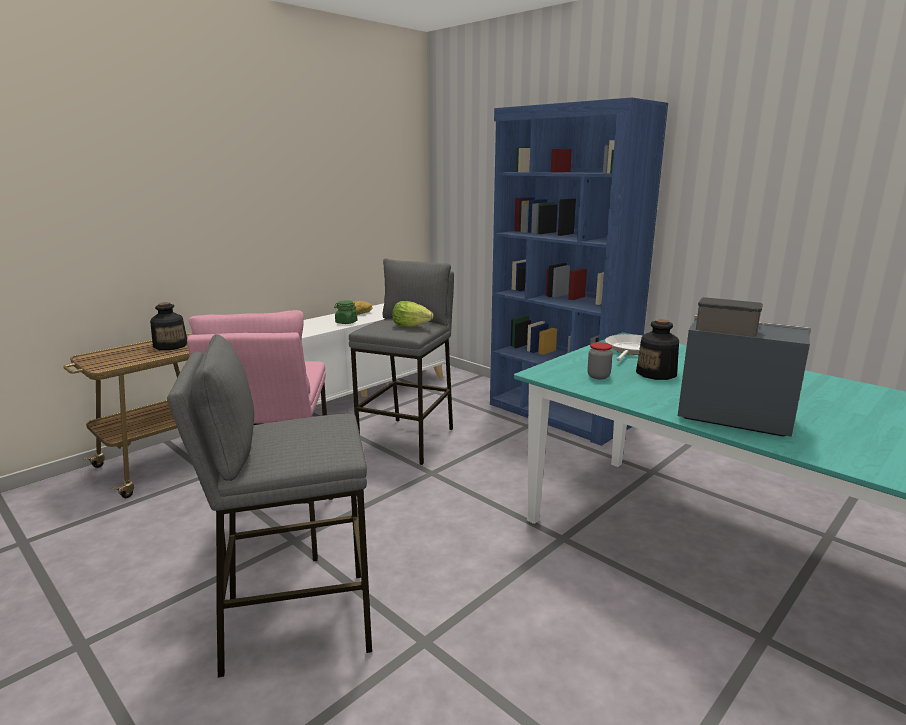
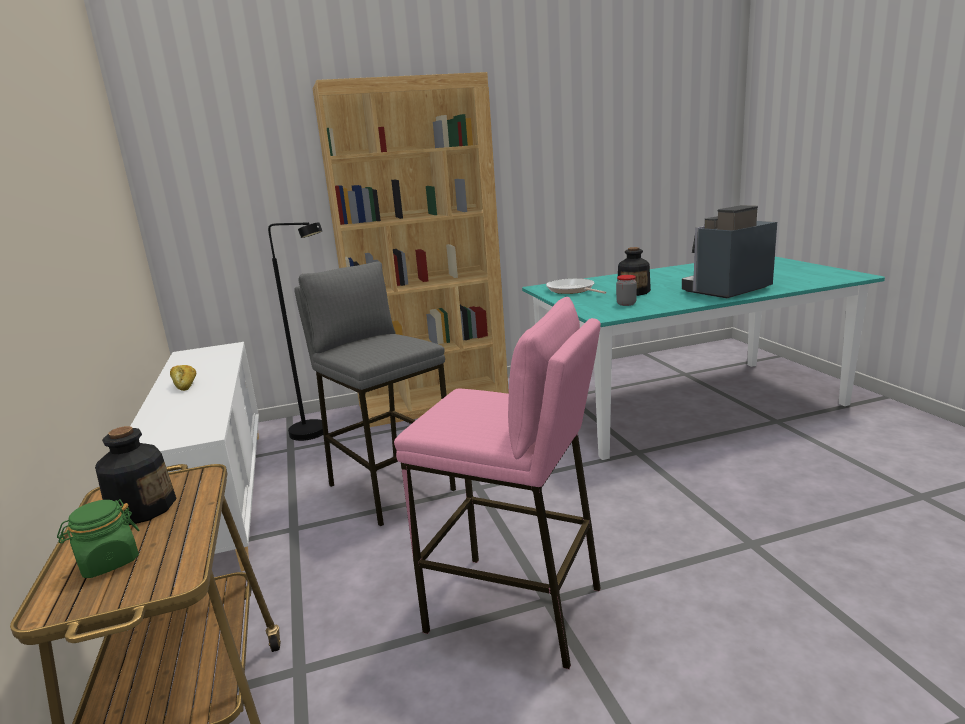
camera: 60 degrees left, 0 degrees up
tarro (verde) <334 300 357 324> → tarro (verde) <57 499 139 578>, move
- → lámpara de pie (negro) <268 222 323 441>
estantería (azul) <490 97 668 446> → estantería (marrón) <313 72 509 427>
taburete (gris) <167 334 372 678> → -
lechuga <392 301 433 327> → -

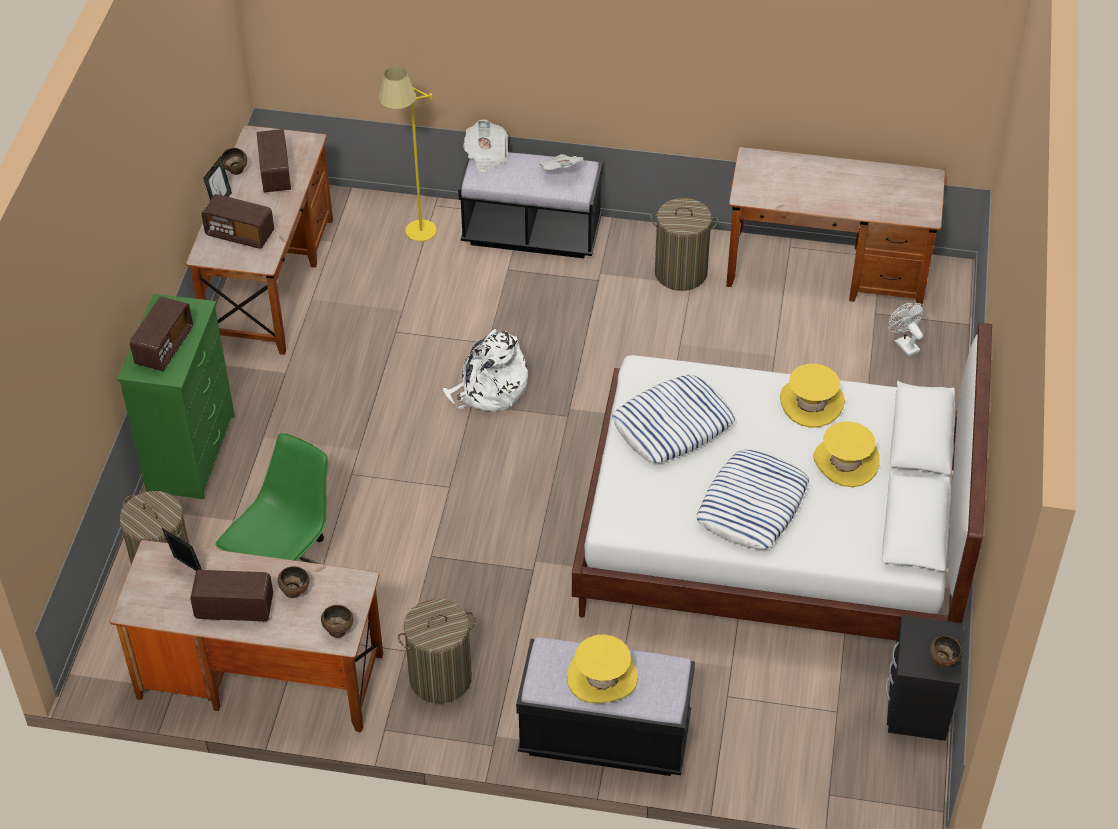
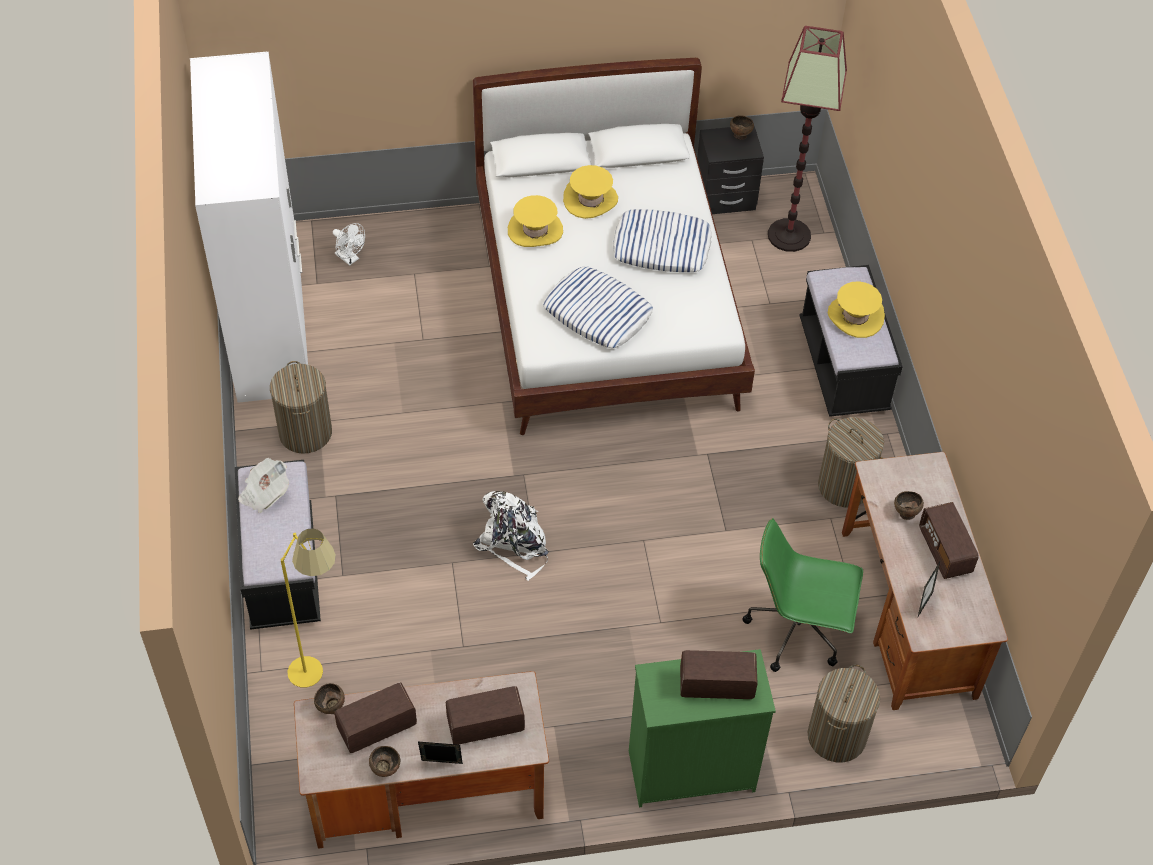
camera: 110 degrees left, 5 degrees up
escritorio <726 147 945 307> → armario ropero (blanco) <190 52 308 403>
cuenco (marrón) <321 605 353 638> → cuenco (marrón) <314 683 345 714>, move
ventilador (blanco) <888 303 924 356> → ventilador (blanco) <333 223 365 266>, 90 degrees counterclockwise
radio <201 194 274 249> → radio <446 686 525 745>, 105 degrees counterclockwise
- → lámpara de pie <768 26 847 252>
periódico <463 119 508 172> → -

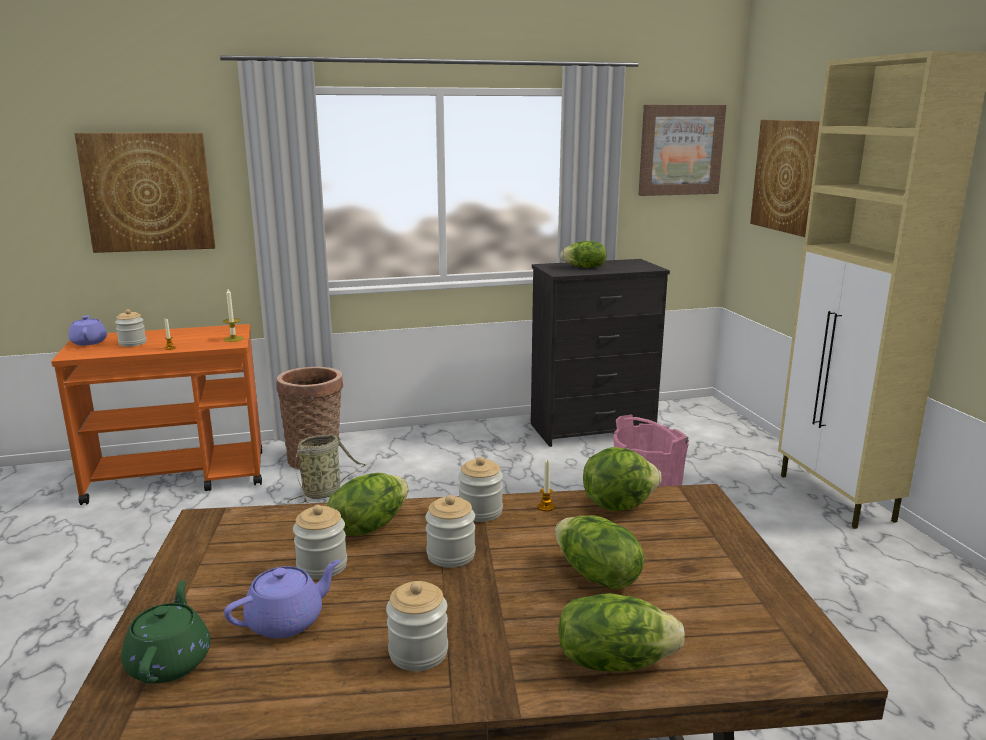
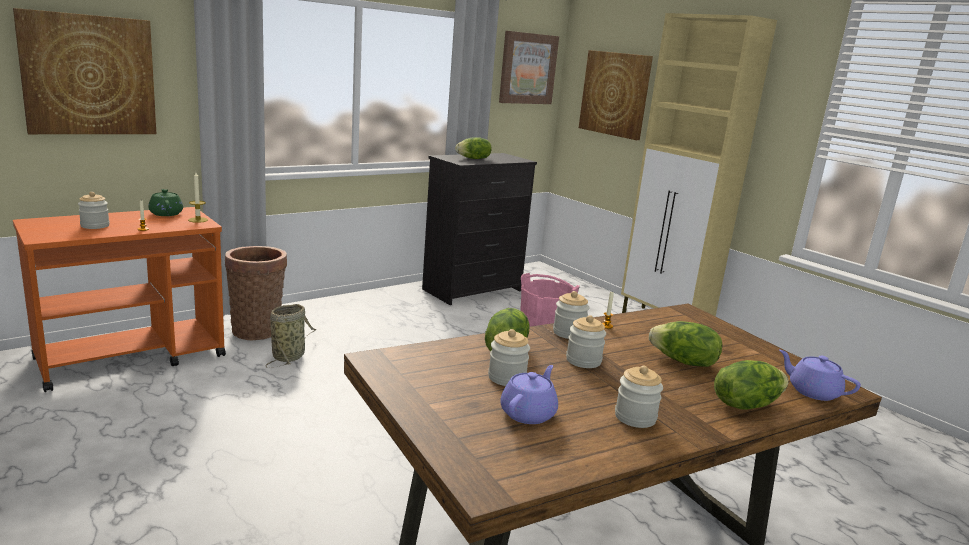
camera: 25 degrees left, 0 degrees up
tetera (verde) <121 580 210 684> → tetera (verde) <148 189 183 216>, move
tetera (morado) <68 315 107 345> → tetera (morado) <779 349 861 401>, move
lechuga <583 447 662 511> → -

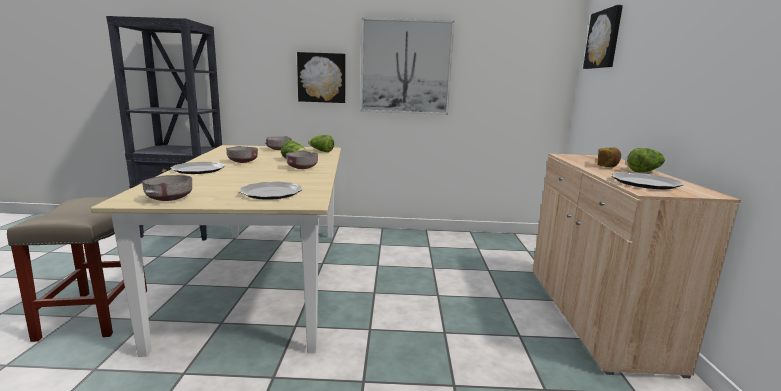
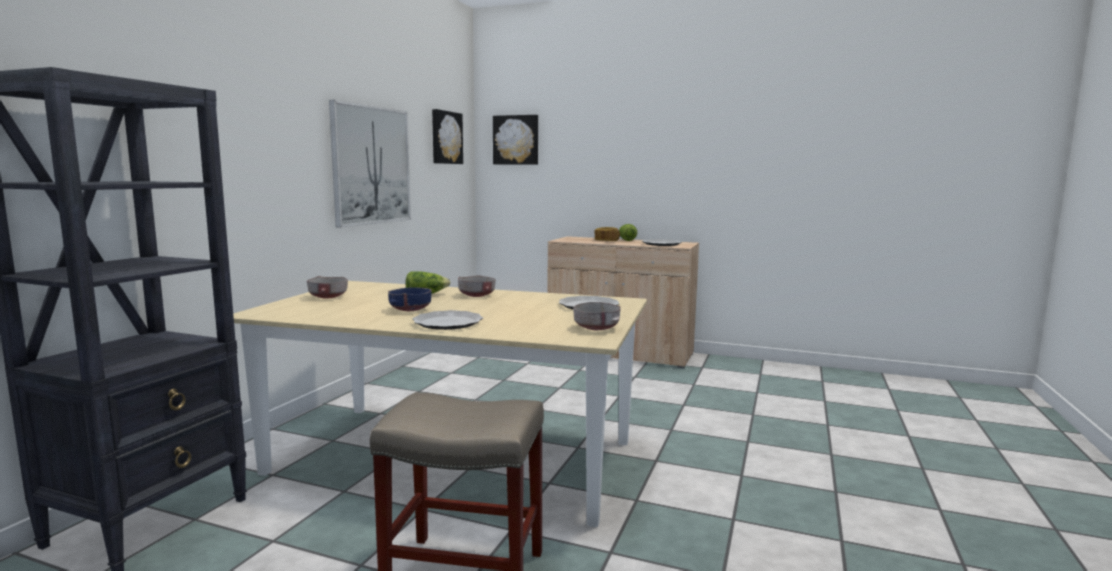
camera: 70 degrees left, 5 degrees down
cuenco (gris) <226 146 258 163> → cuenco (azul) <388 287 432 311>
cuadro <297 52 346 103> → cuadro <432 109 463 164>, move
lechuga <308 135 334 152> → -

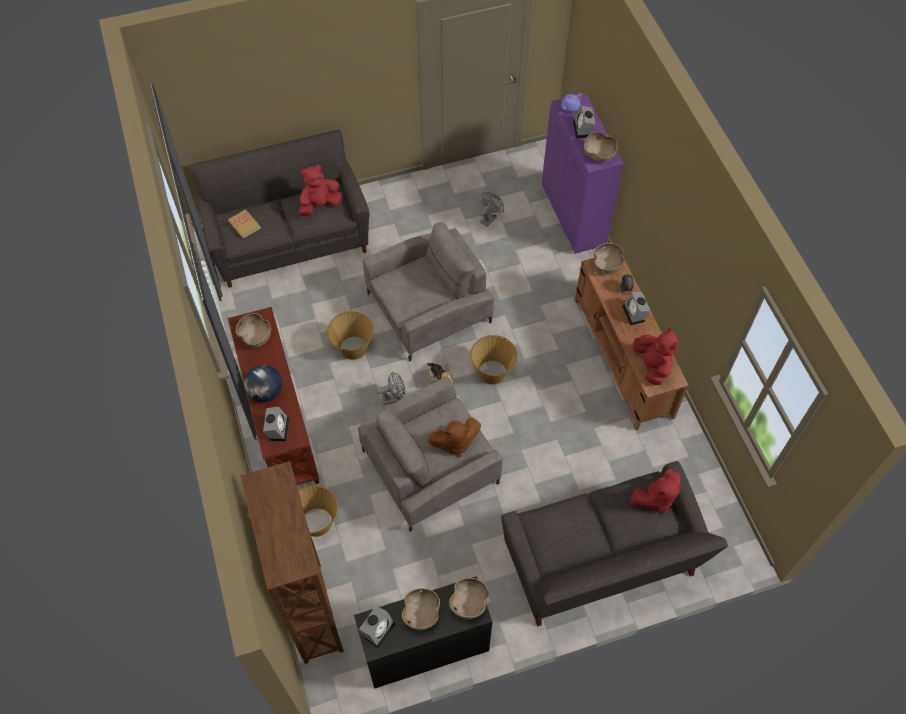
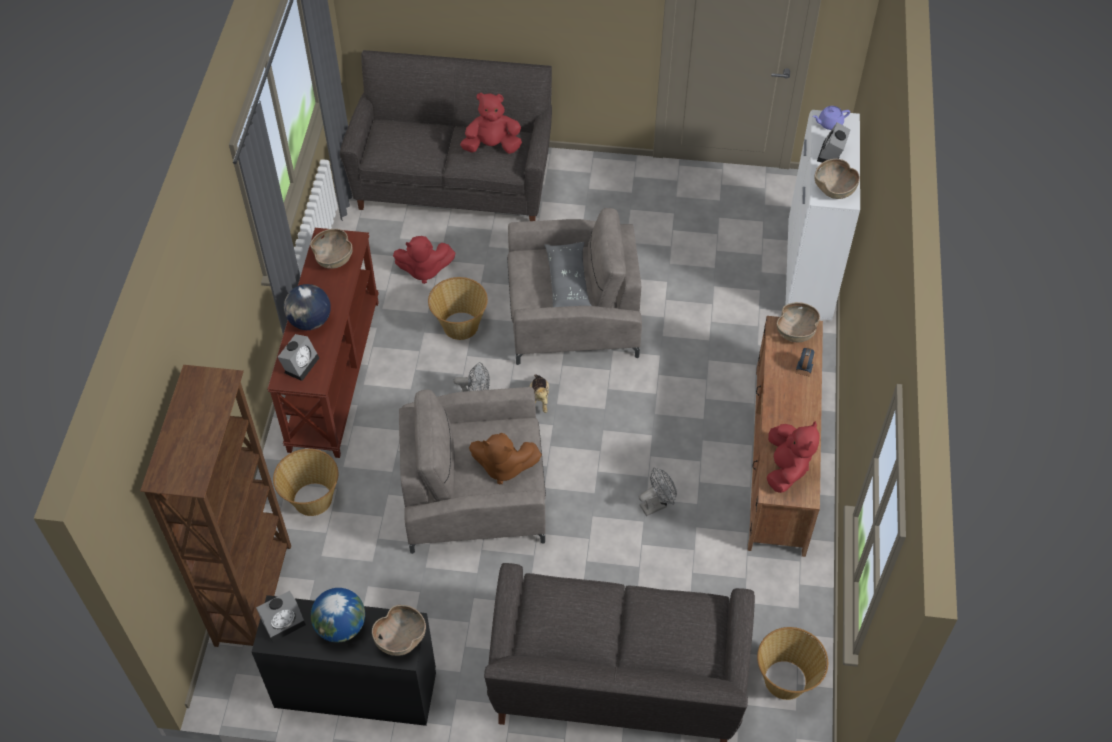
camera: 25 degrees right, 5 degrees down
cuenco (marrón) <402 588 440 630> → globo terráqueo <311 588 365 642>
peluche (rojo) <630 469 683 513> → peluche (rojo) <393 236 455 284>, move
- → cojín (gris) <544 242 592 307>
ventilador (gris) <480 192 504 227> → ventilador (gris) <639 468 677 516>, move
cesta <470 335 518 385> → cesta <757 627 828 700>, move
armario (morado) <542 93 624 254> → armario (blanco) <786 110 860 320>
libro <228 209 261 238> → -
despertador <622 292 650 325> → -

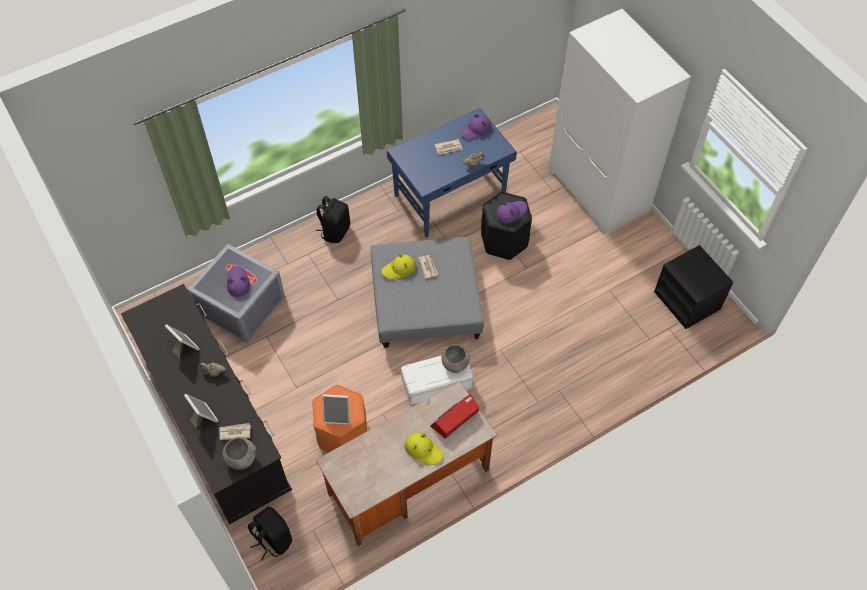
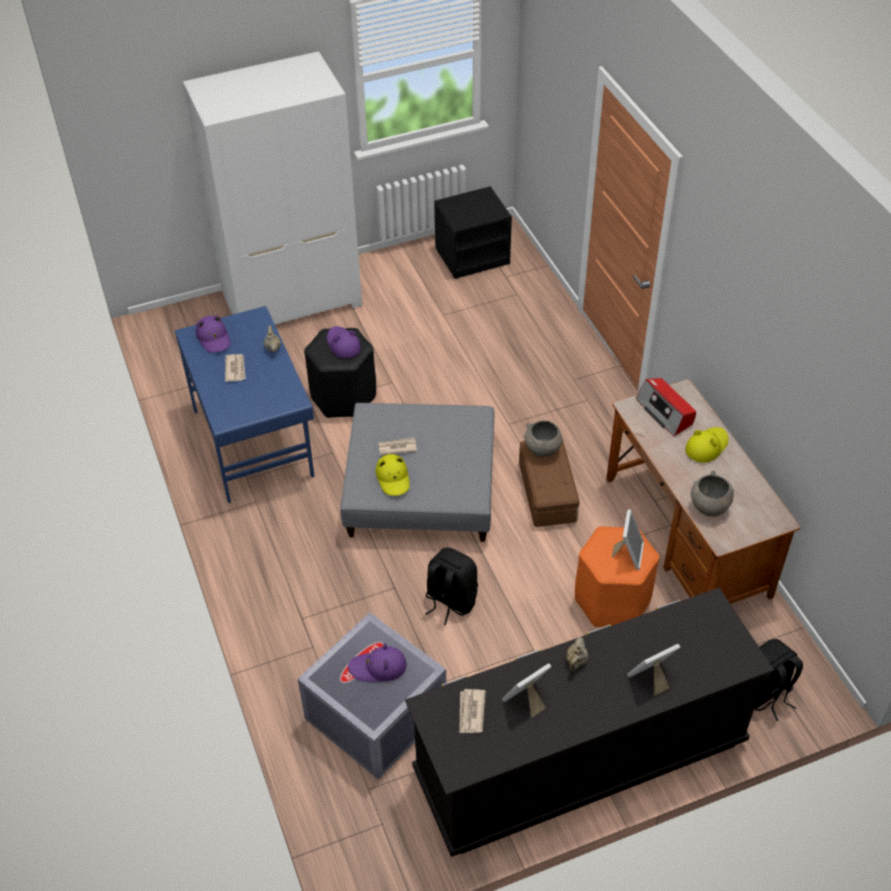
camera: 80 degrees left, 10 degrees down
mochila (negro) <316 196 350 243> → mochila (negro) <425 547 478 625>, move
periódico <220 423 251 440> → periódico <459 689 486 733>, move
caja de almacenaje (blanco) <401 355 473 405> → caja de almacenaje (marrón) <519 438 580 527>
cuenco (gris) <222 437 256 470> → cuenco (gris) <691 470 734 517>, move

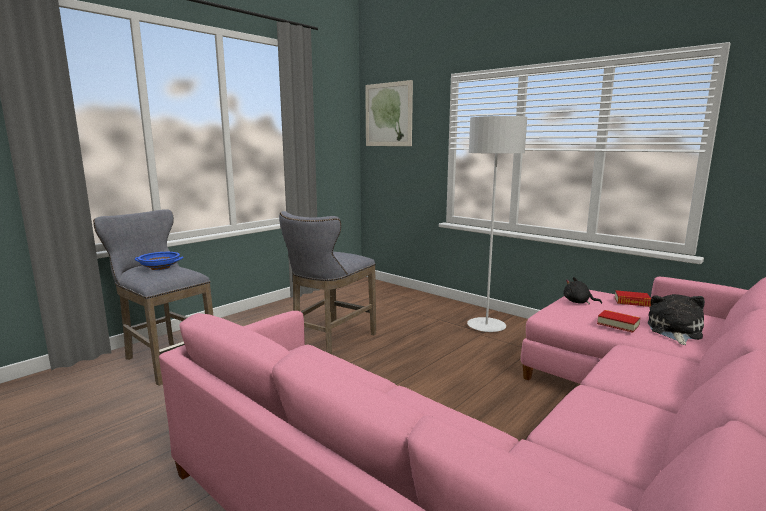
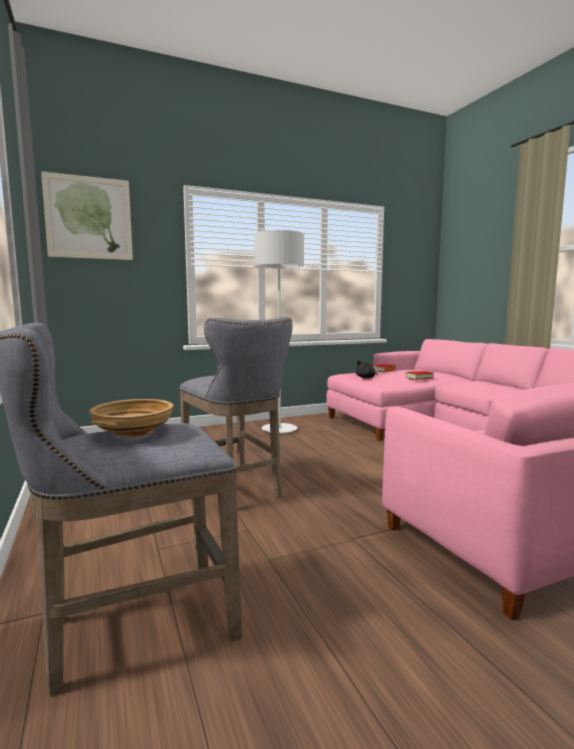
camera: 65 degrees left, 5 degrees down
cuenco (azul) <135 252 184 270> → cuenco (beis) <89 399 174 437>
peluche <648 294 705 345> → -

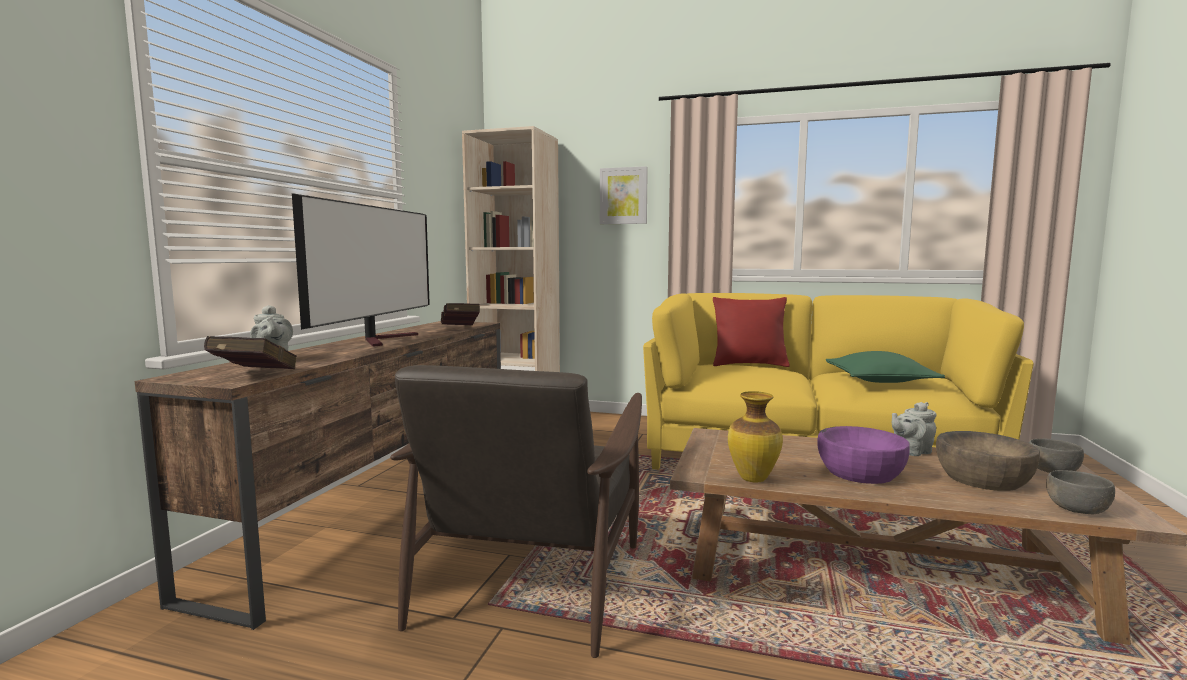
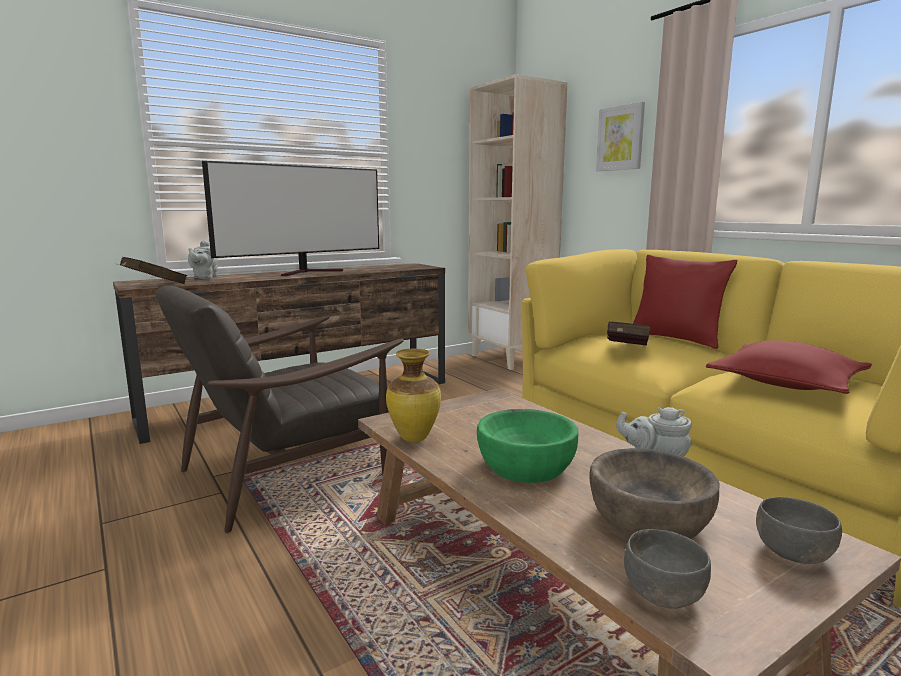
camera: 40 degrees right, 5 degrees up
cuenco (morado) <817 426 910 484> → cuenco (verde) <477 409 578 483>
libro (rojo) <441 303 480 325> → libro (rojo) <607 321 650 346>, move
cojín (verde) <826 351 945 383> → cojín (rojo) <706 340 872 394>

